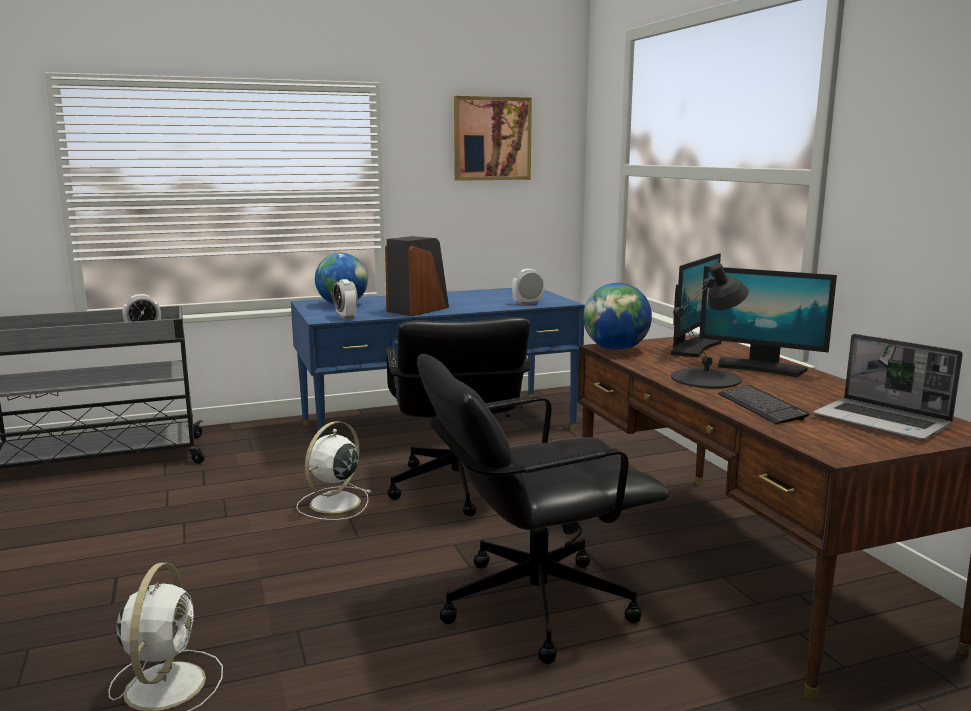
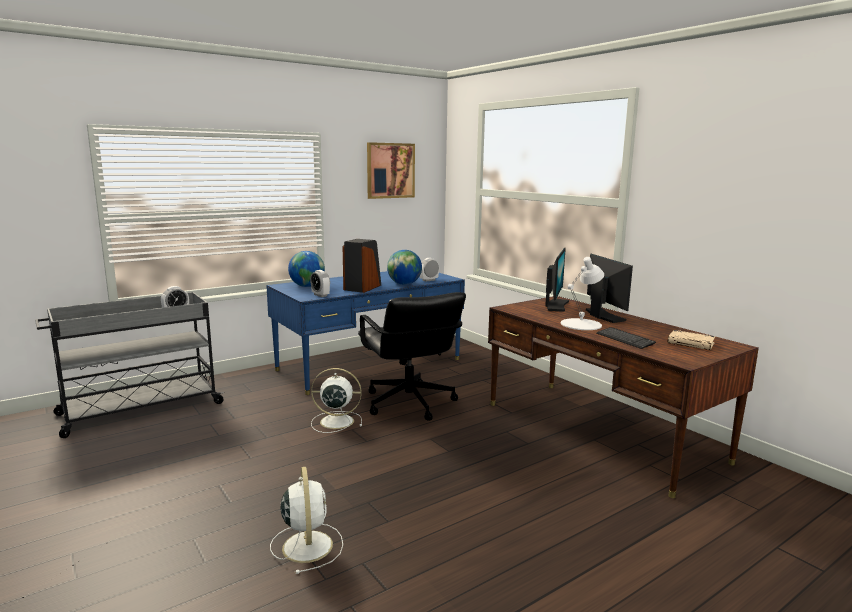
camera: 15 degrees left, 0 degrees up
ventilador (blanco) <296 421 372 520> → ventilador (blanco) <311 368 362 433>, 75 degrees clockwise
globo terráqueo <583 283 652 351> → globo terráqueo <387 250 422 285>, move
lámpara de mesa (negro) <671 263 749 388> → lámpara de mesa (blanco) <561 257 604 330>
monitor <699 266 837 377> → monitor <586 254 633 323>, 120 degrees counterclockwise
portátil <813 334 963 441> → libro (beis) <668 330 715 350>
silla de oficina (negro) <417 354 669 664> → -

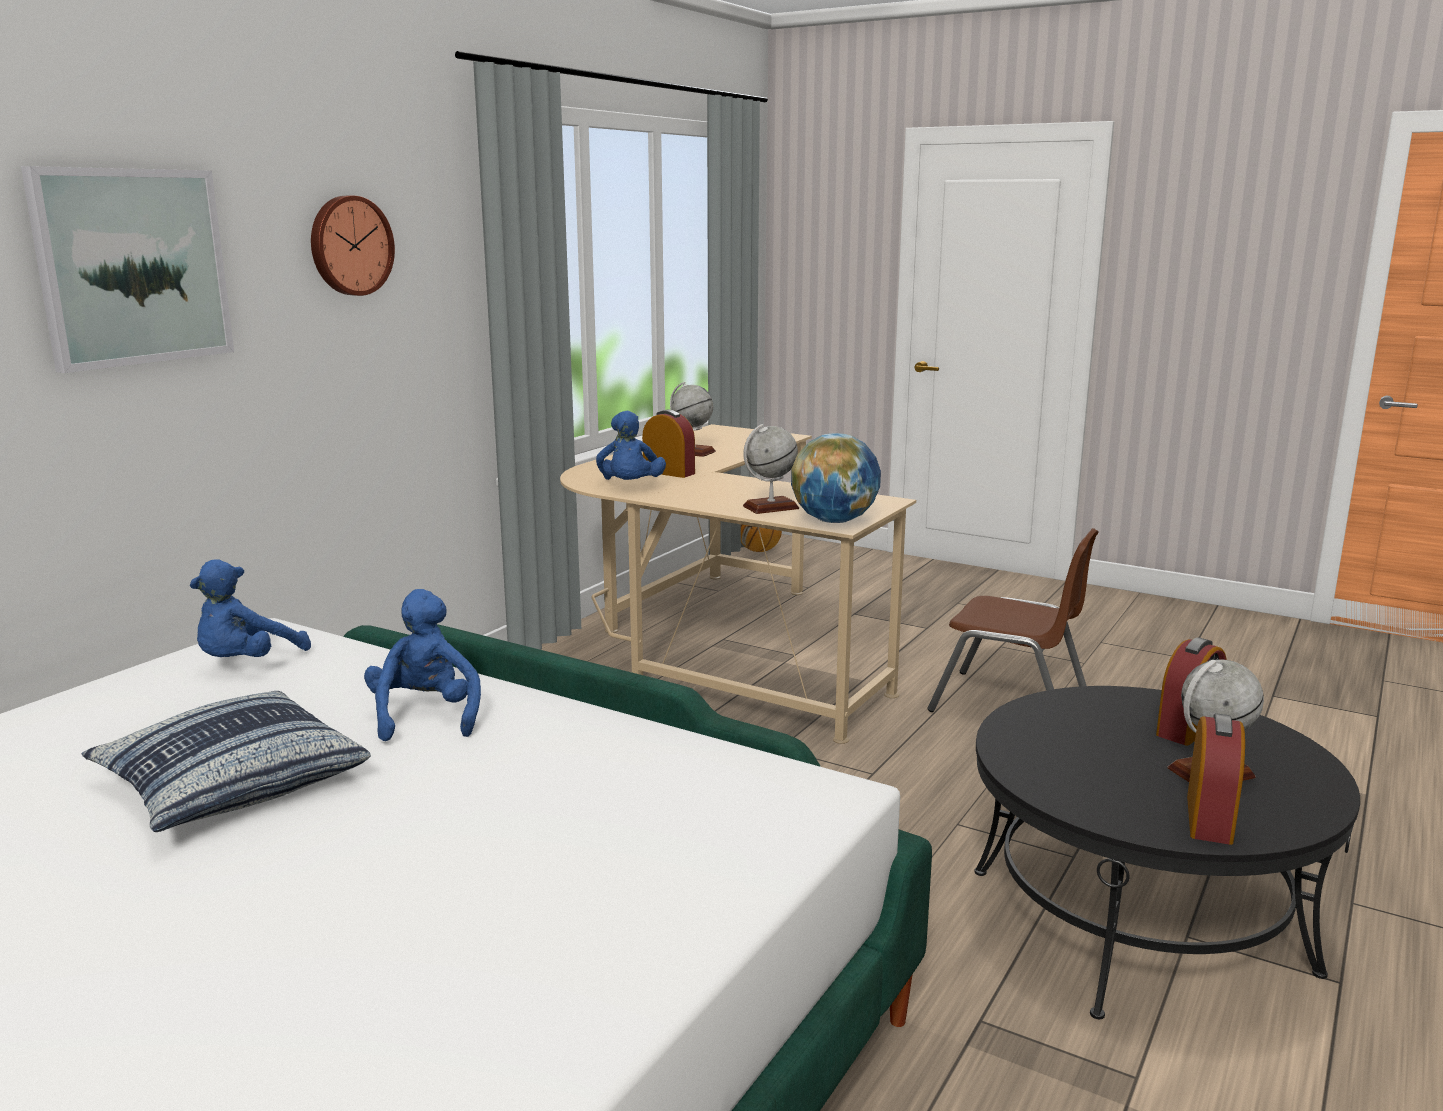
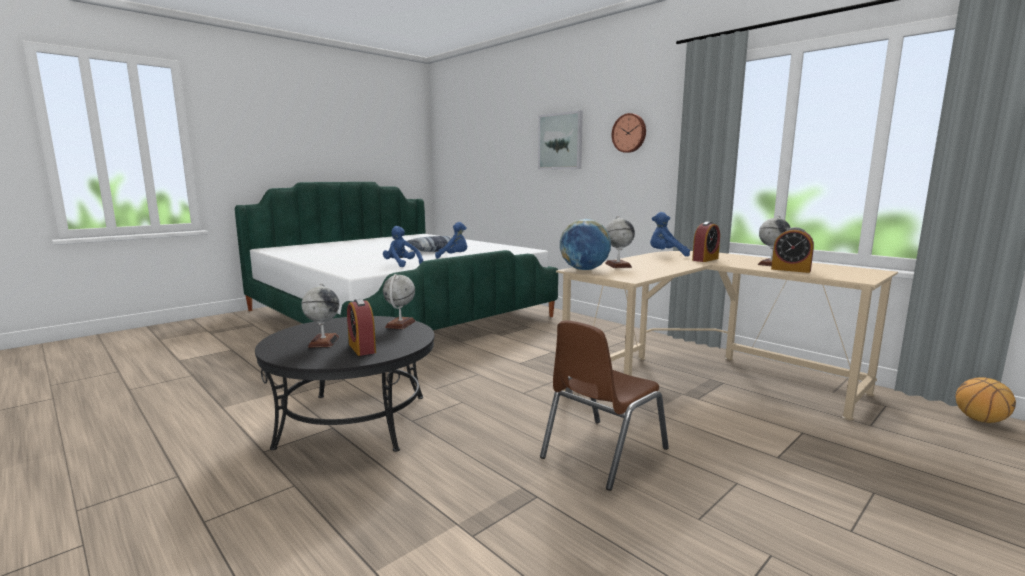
camera: 105 degrees right, 5 degrees down
peluche (azul) <190 559 311 657> → peluche (azul) <383 226 423 267>, move
- → globo terráqueo <383 274 415 329>
despertador <1187 713 1245 845> → despertador <771 227 814 273>, move

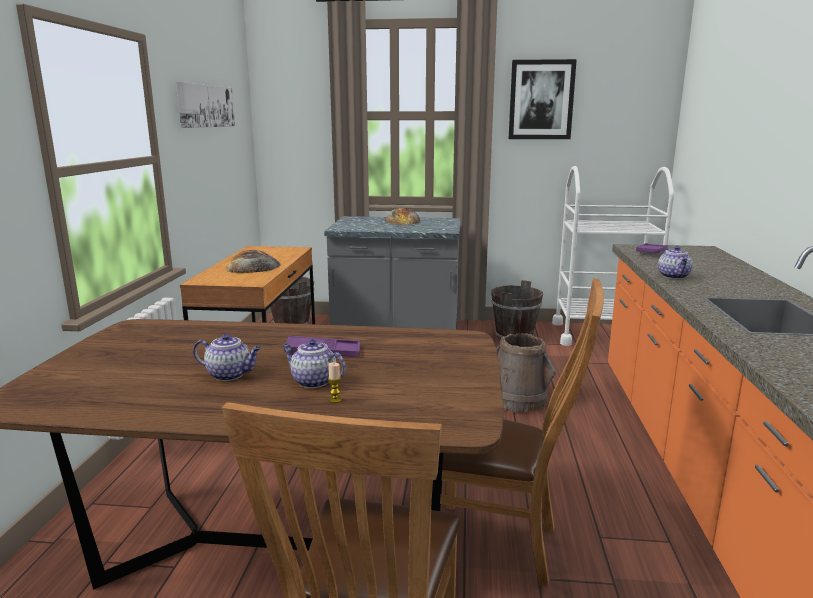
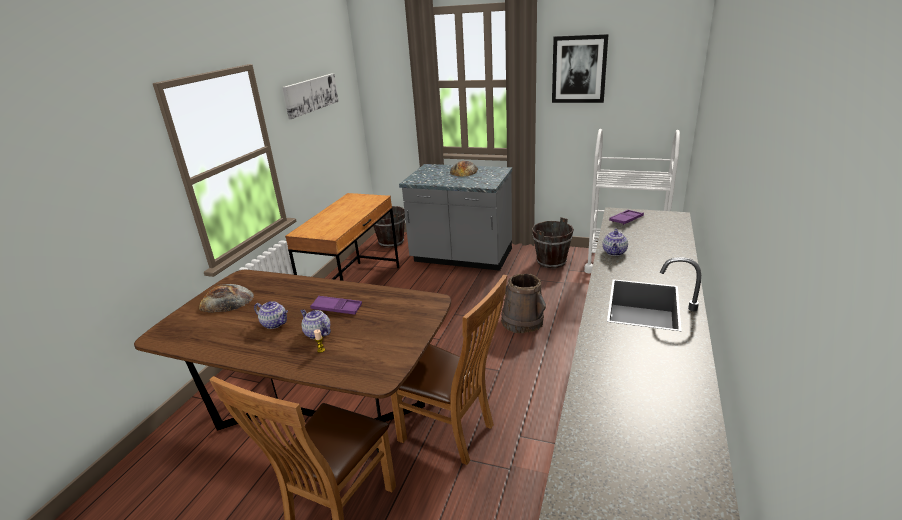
camera: 15 degrees right, 10 degrees up
pan <226 250 281 273> → pan <199 284 254 313>, move

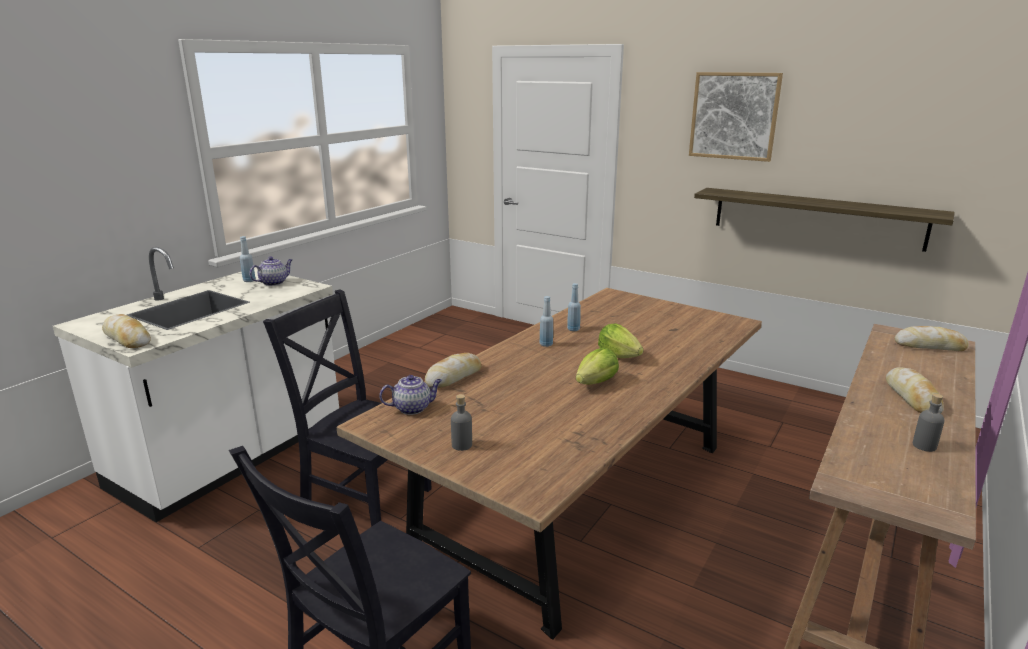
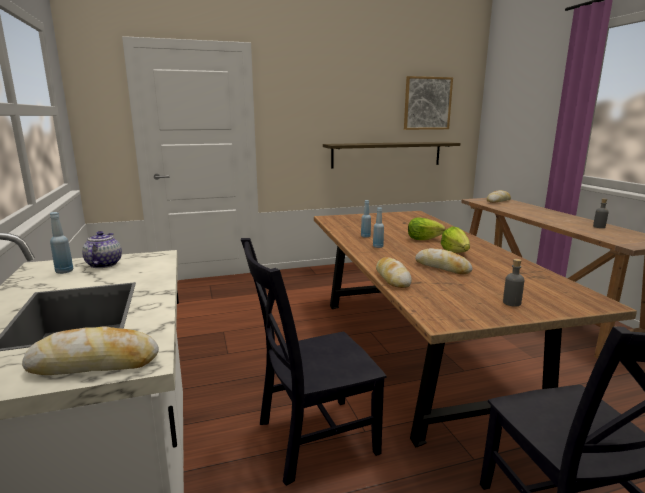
camera: 50 degrees left, 5 degrees down
cuadro <689 72 783 162> → cuadro <404 76 453 130>, move
pan <886 367 944 413> → pan <415 248 473 275>, move
tetera <379 375 442 415> → -

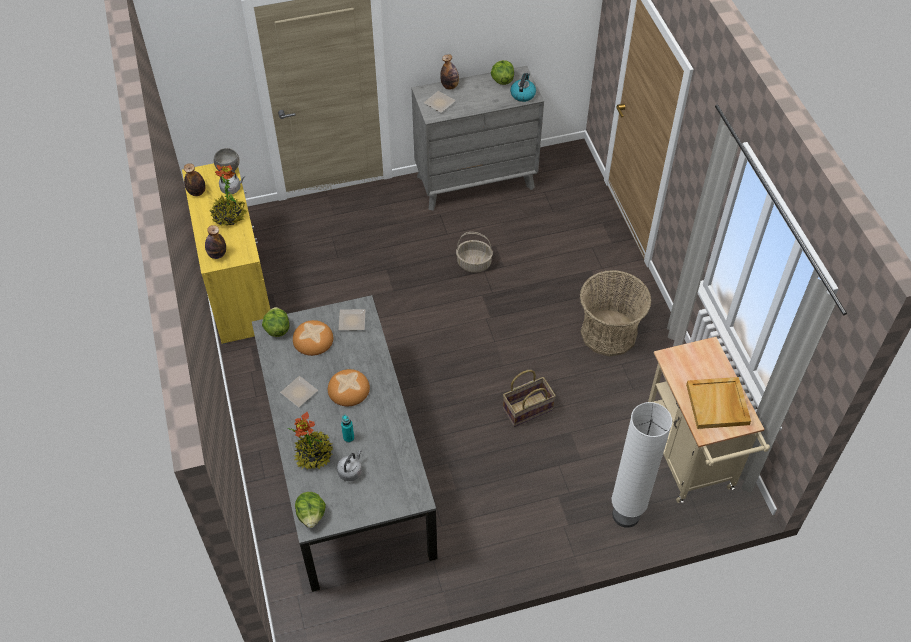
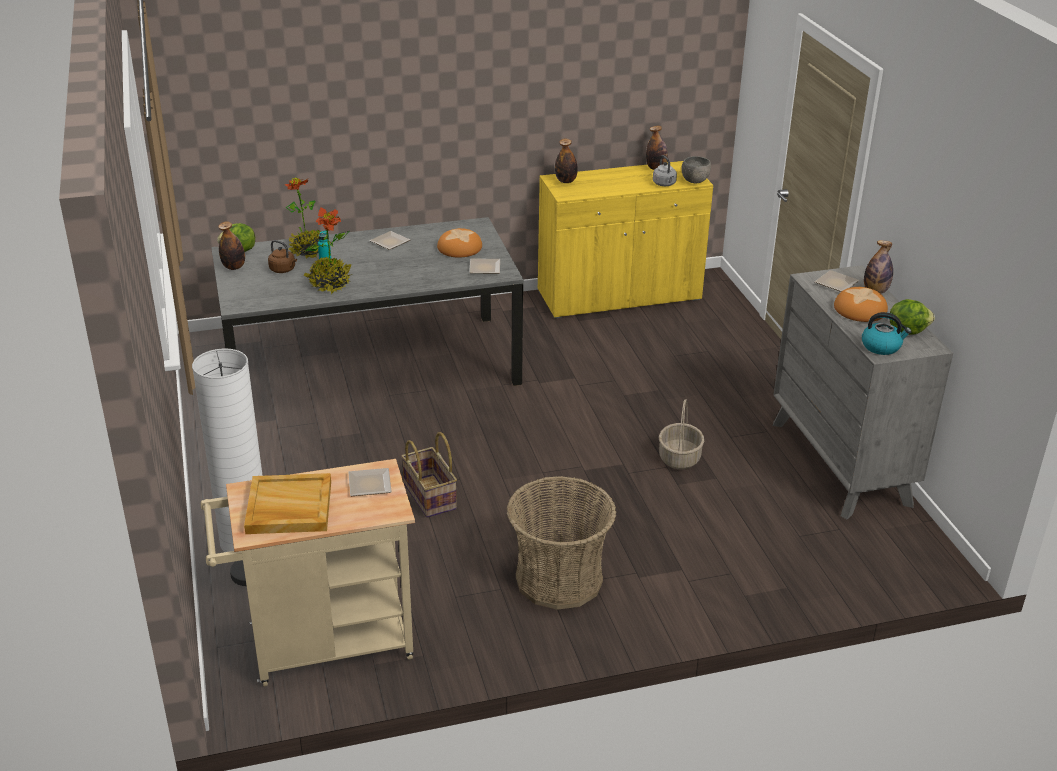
camera: 90 degrees right, 20 degrees down
- → botella <218 221 245 270>
hervidor (gris) <337 450 362 481> → hervidor (marrón) <268 240 297 273>
planta en maceta <210 165 247 226> → planta en maceta <304 207 352 294>, move
- → plato <348 468 392 496>
pan <328 369 370 406> → pan <834 287 888 322>, move
lechuga <262 307 289 337> → -

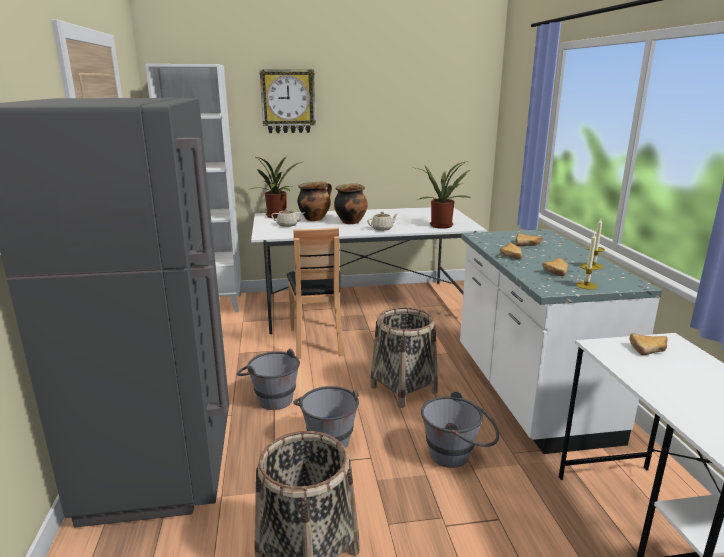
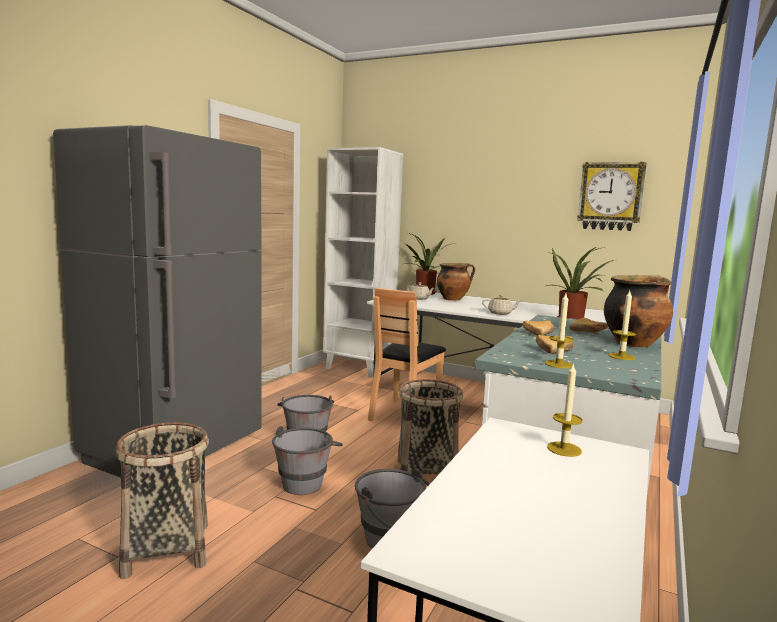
camera: 35 degrees right, 10 degrees down
pan <629 333 667 355> → vela <547 364 582 457>
reloj de pared <260 69 316 133> → reloj de pared <577 162 647 231>, move
olla <334 183 368 224> → olla <604 275 673 347>, move

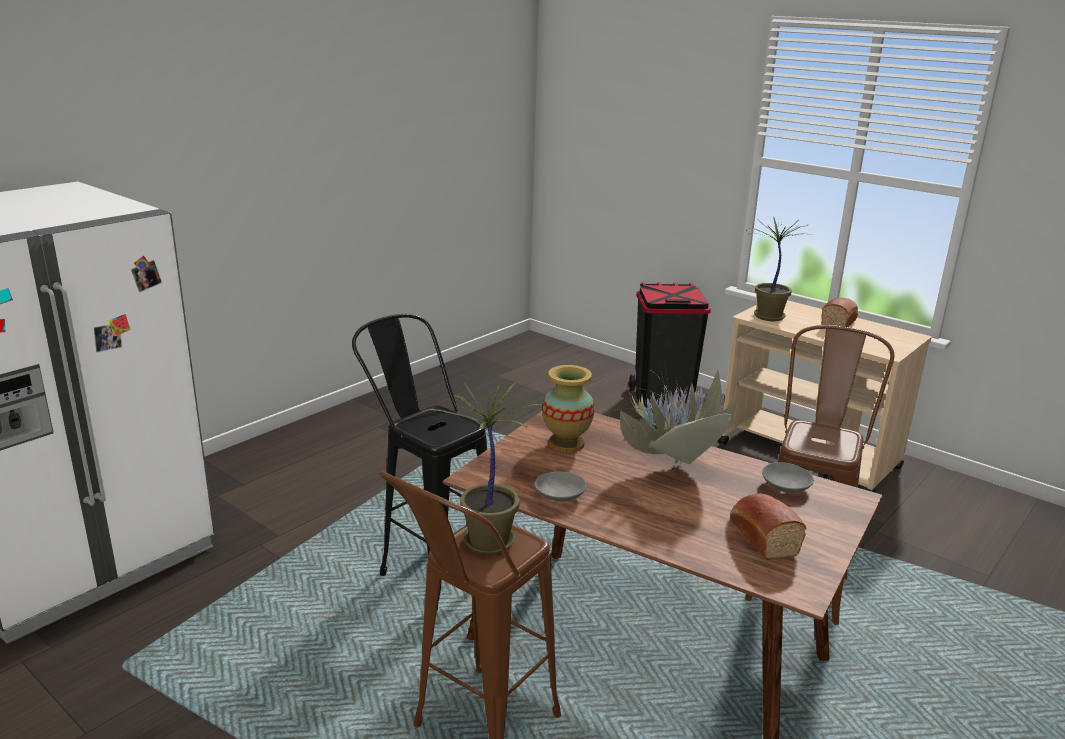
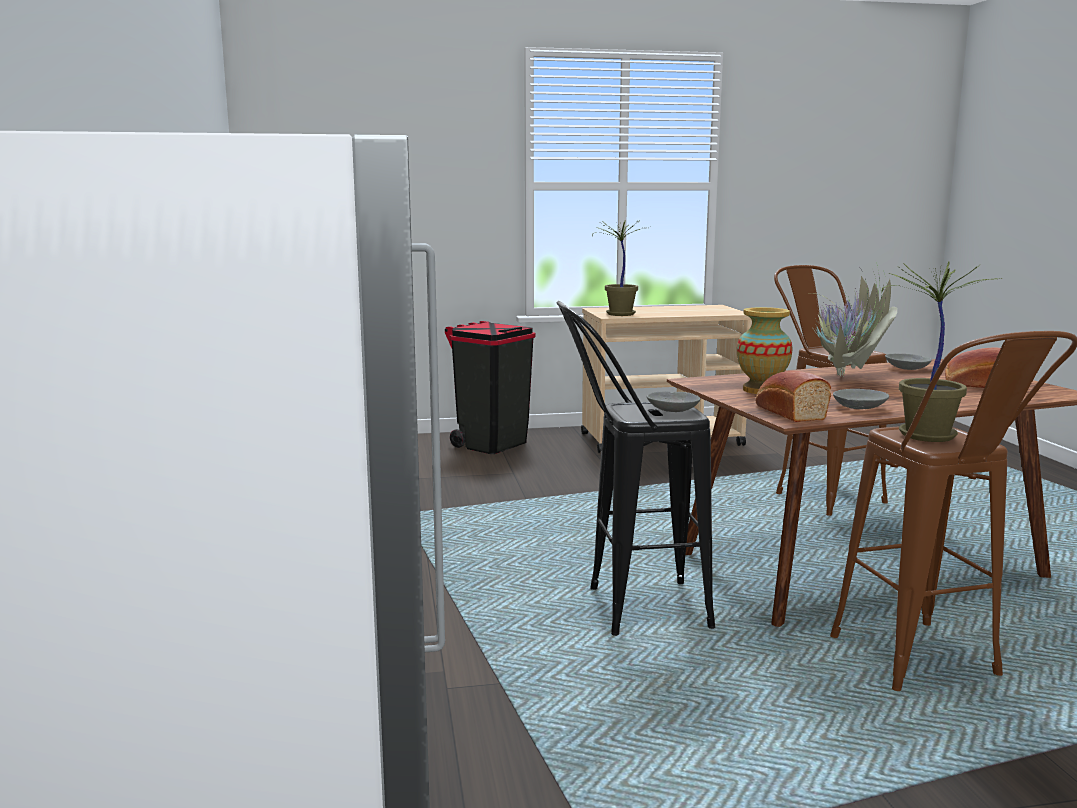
camera: 50 degrees left, 10 degrees down
- → cuenco (gris) <646 391 701 412>
pan <821 298 858 327> → pan <755 371 831 422>, move

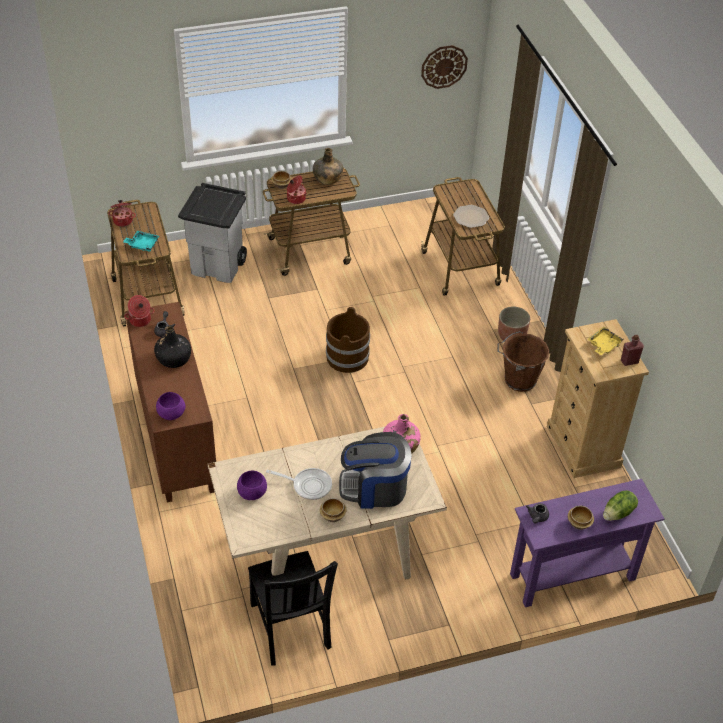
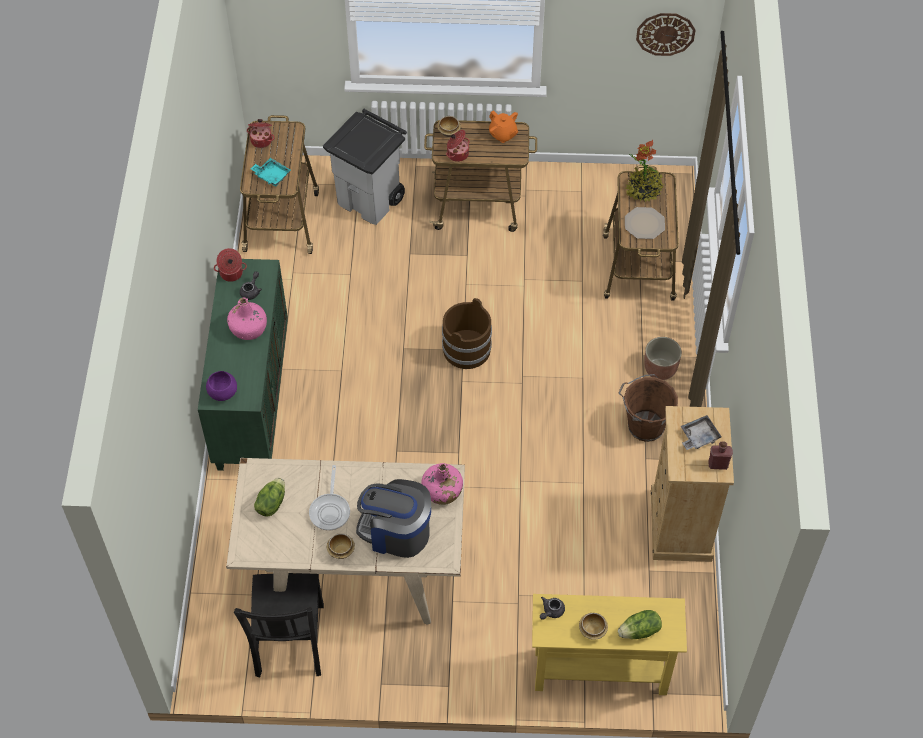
camera: 20 degrees right, 10 degrees up
armario (marrón) <125 302 216 502> → armario (verde) <198 259 288 471>
botella (negro) <154 326 191 368> → botella (rosa) <227 298 267 340>
cuenco (morado) <237 471 267 500> → lechuga <254 478 285 517>
sartén <266 468 332 500> → sartén <309 465 350 531>, 60 degrees clockwise
botella (verde) <313 148 343 185> → tetera (naranja) <489 110 519 143>
mesa consola (morado) <510 479 665 607> → mesa consola (amarillo) <532 594 687 695>
- → planta en maceta <625 140 664 202>
bandeja (amarillo) <587 327 624 355> → bandeja (gris) <681 415 722 450>

